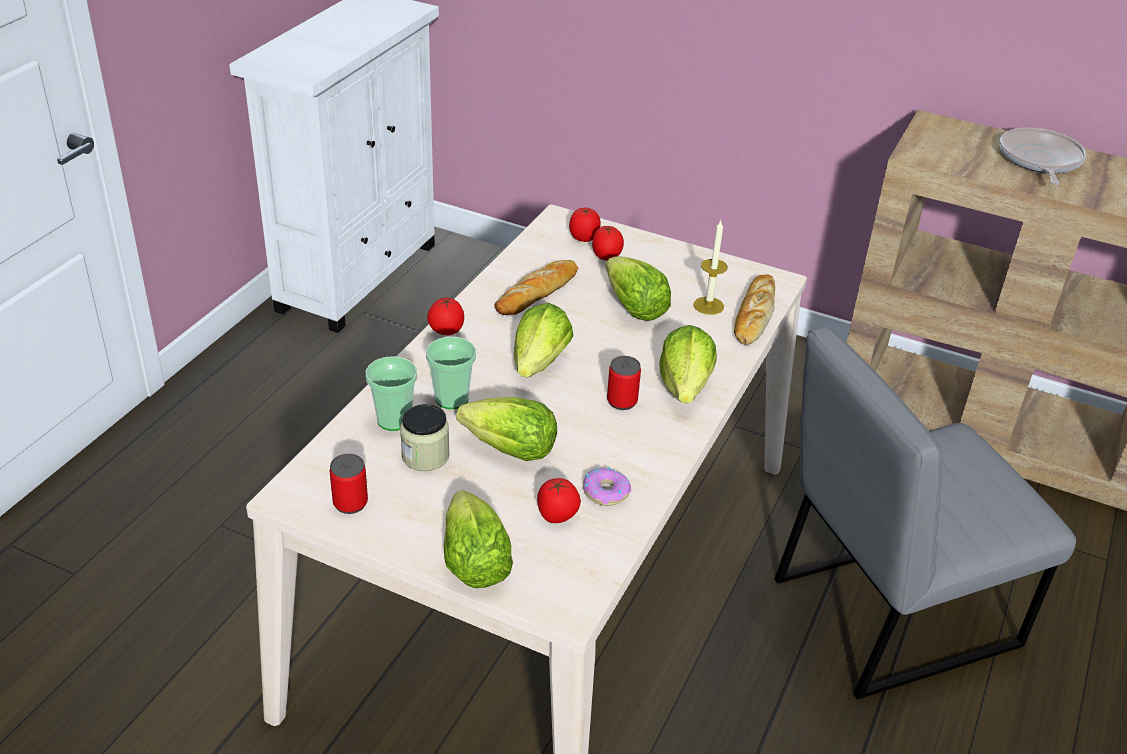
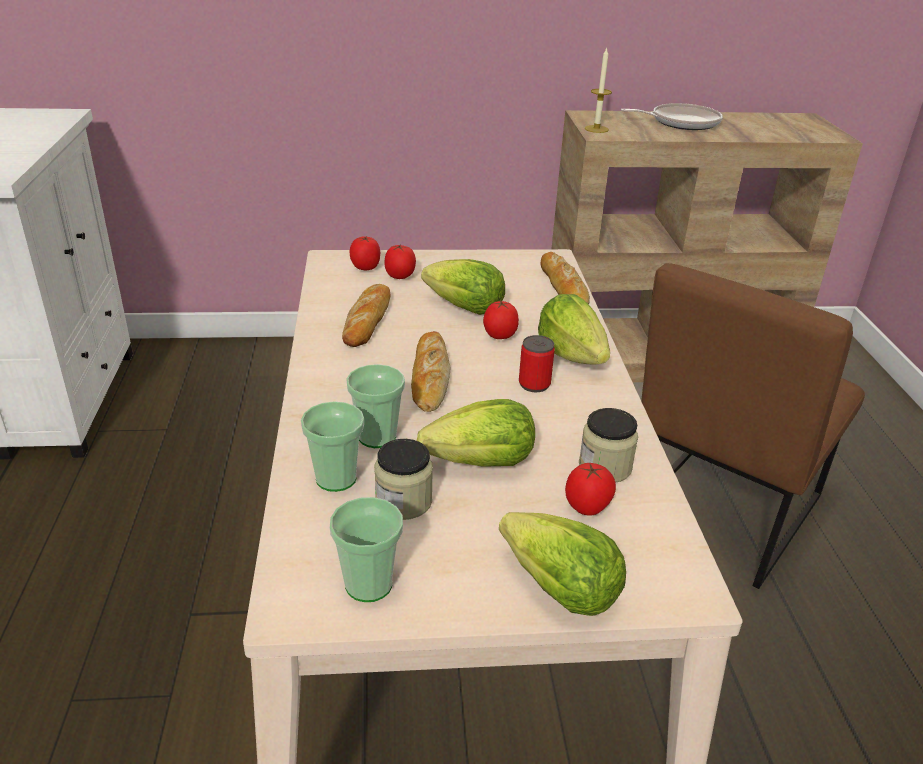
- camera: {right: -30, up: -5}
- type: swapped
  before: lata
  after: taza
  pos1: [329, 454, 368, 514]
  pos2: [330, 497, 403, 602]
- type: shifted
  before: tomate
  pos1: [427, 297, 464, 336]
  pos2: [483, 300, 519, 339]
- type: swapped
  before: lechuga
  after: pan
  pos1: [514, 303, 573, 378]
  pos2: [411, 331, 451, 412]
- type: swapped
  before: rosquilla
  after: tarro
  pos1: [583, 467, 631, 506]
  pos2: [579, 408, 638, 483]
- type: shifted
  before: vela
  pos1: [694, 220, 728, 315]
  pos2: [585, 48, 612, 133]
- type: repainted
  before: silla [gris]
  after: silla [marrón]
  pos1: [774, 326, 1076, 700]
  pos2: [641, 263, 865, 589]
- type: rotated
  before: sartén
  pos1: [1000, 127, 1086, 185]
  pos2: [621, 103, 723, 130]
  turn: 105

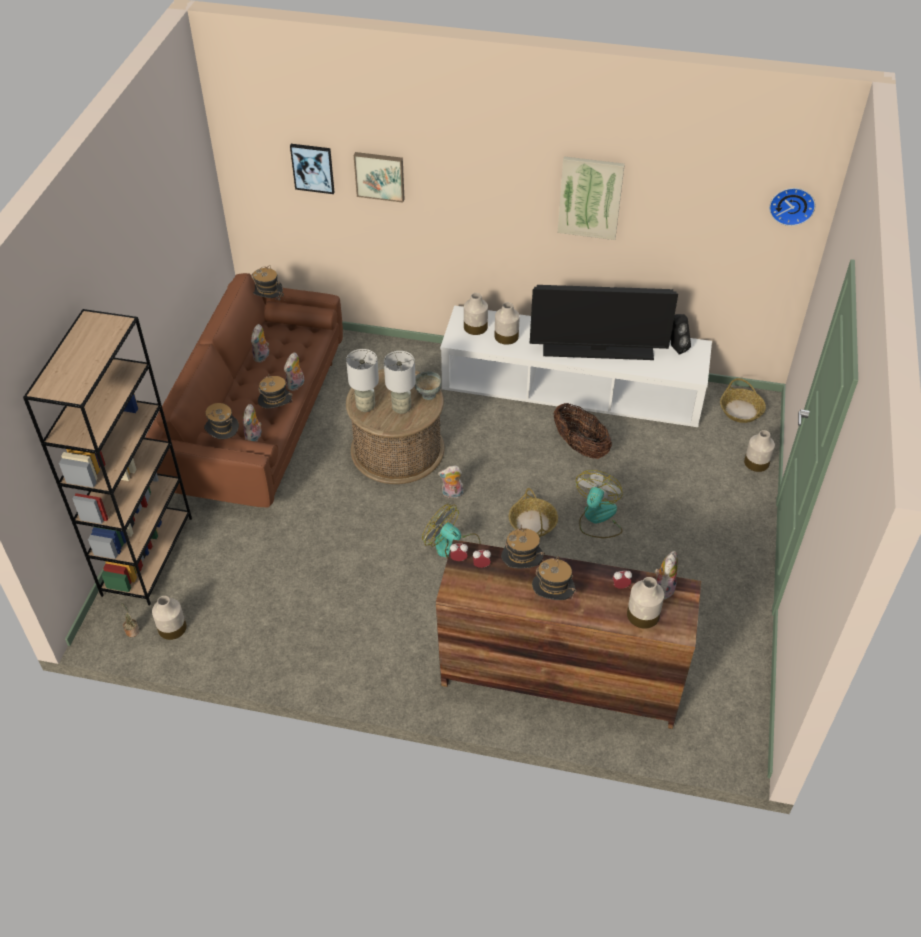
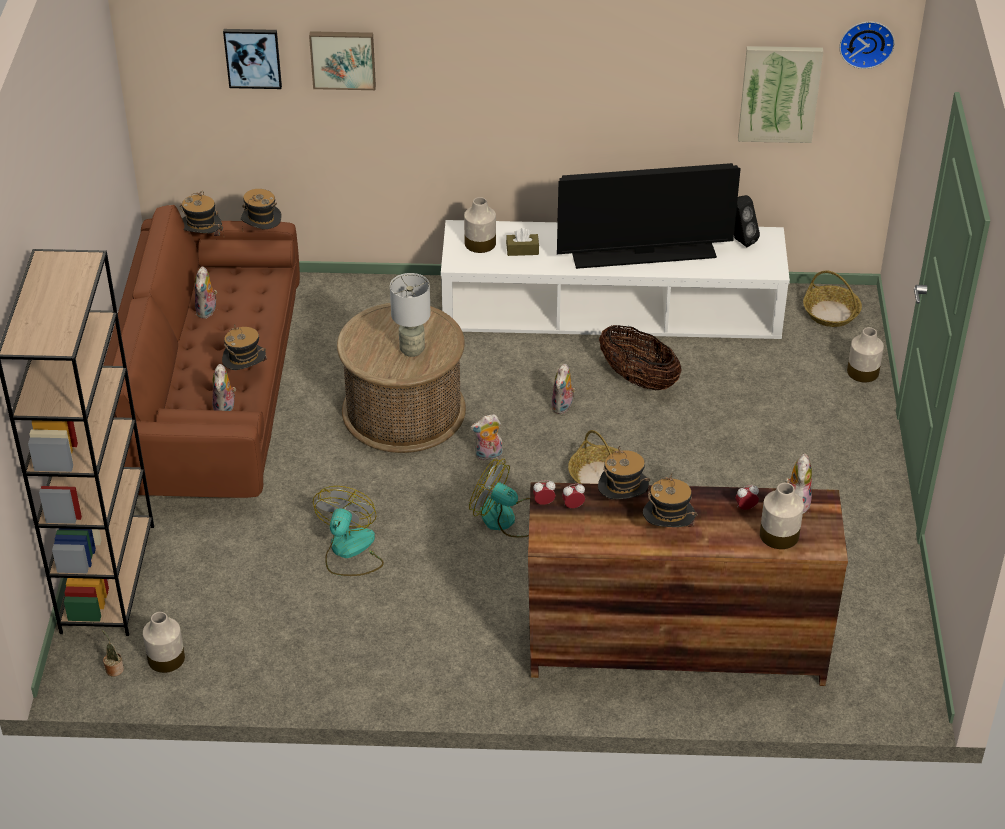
- camera: {right: -10, up: -5}
- type: shifted
  before: sombrero
  pos1: [204, 403, 239, 439]
  pos2: [241, 189, 281, 231]
- type: shifted
  before: peluche
  pos1: [284, 352, 304, 391]
  pos2: [551, 363, 576, 414]
- type: gone
  before: lámpara de mesa [gris]
  pos1: [346, 349, 379, 412]
- type: gone
  before: cuenco [gris]
  pos1: [415, 371, 441, 400]
- type: swapped
  before: florero [beis]
  after: caja de pañuelos [marrón]
  pos1: [494, 302, 520, 345]
  pos2: [506, 228, 539, 256]
- type: shifted
  before: cuadro
  pos1: [558, 156, 625, 240]
  pos2: [738, 46, 823, 143]
- type: shifted
  before: ventilador
  pos1: [576, 470, 622, 538]
  pos2: [313, 486, 384, 576]

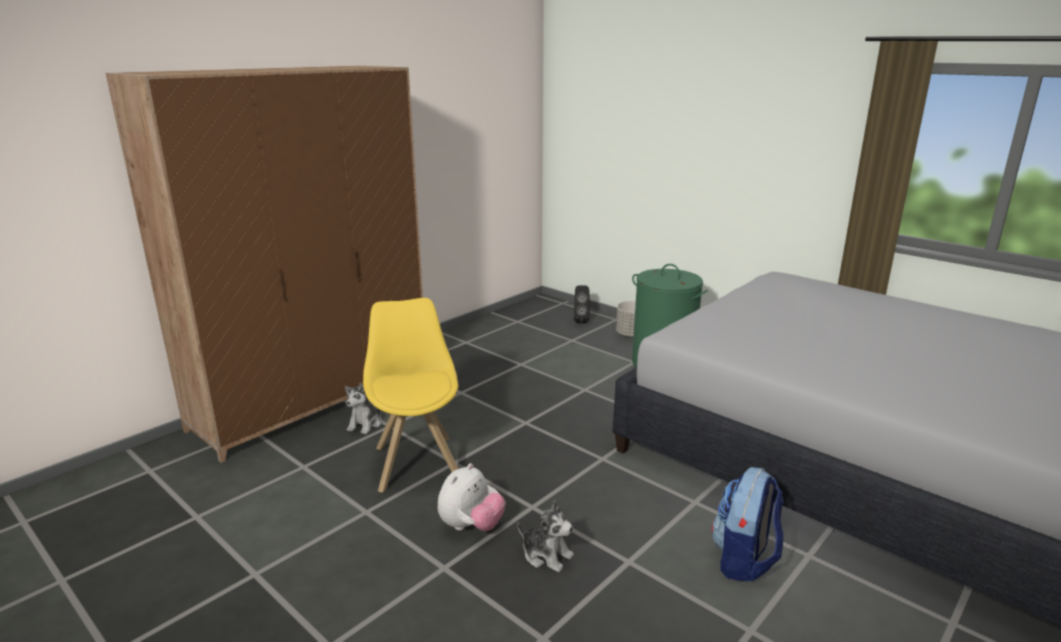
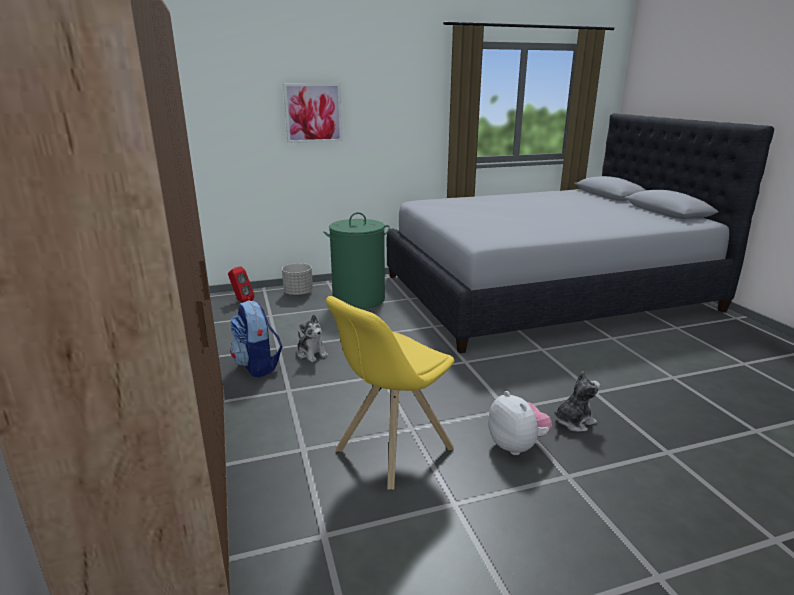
- camera: {right: -60, up: 0}
- type: shifted
  before: peluche
  pos1: [345, 383, 382, 434]
  pos2: [297, 315, 328, 363]
- type: rotated
  before: silla [amarillo]
  pos1: [363, 298, 459, 493]
  pos2: [326, 296, 454, 490]
  turn: -60
- type: repainted
  before: altavoz [negro]
  after: altavoz [rojo]
  pos1: [574, 285, 589, 323]
  pos2: [228, 266, 255, 302]
- type: shifted
  before: mochila
  pos1: [712, 467, 784, 581]
  pos2: [230, 300, 283, 378]
- type: new
  after: cuadro
  pos2: [283, 84, 342, 143]

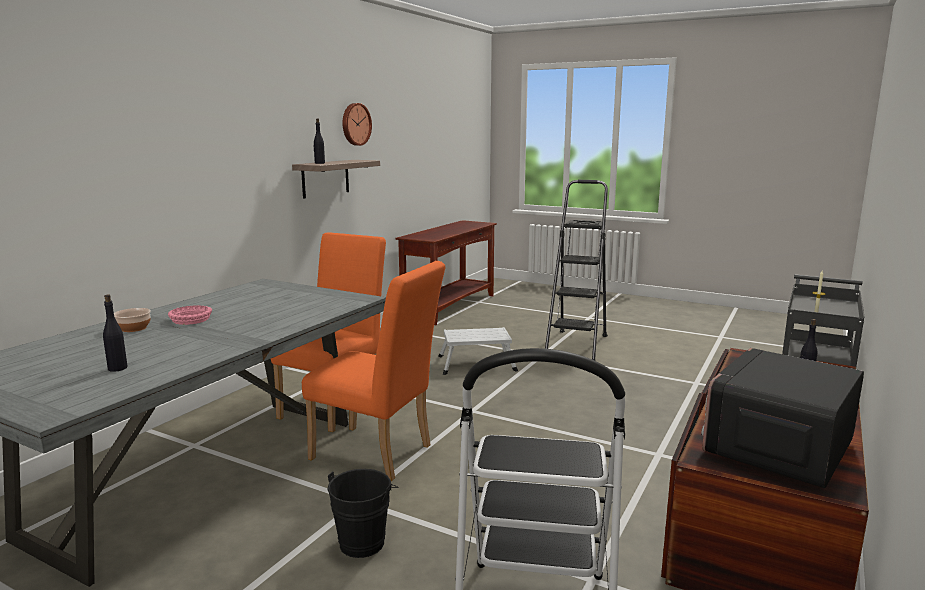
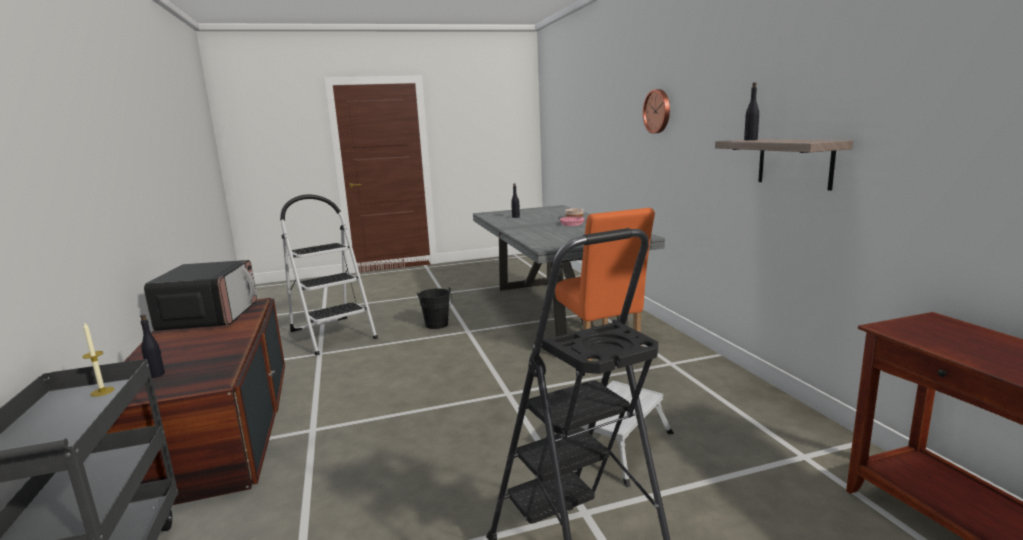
- camera: {right: 135, up: 0}
- type: gone
  before: silla [naranja]
  pos1: [302, 261, 446, 481]
- type: shifted
  before: reloj de pared
  pos1: [342, 103, 372, 146]
  pos2: [643, 89, 670, 133]

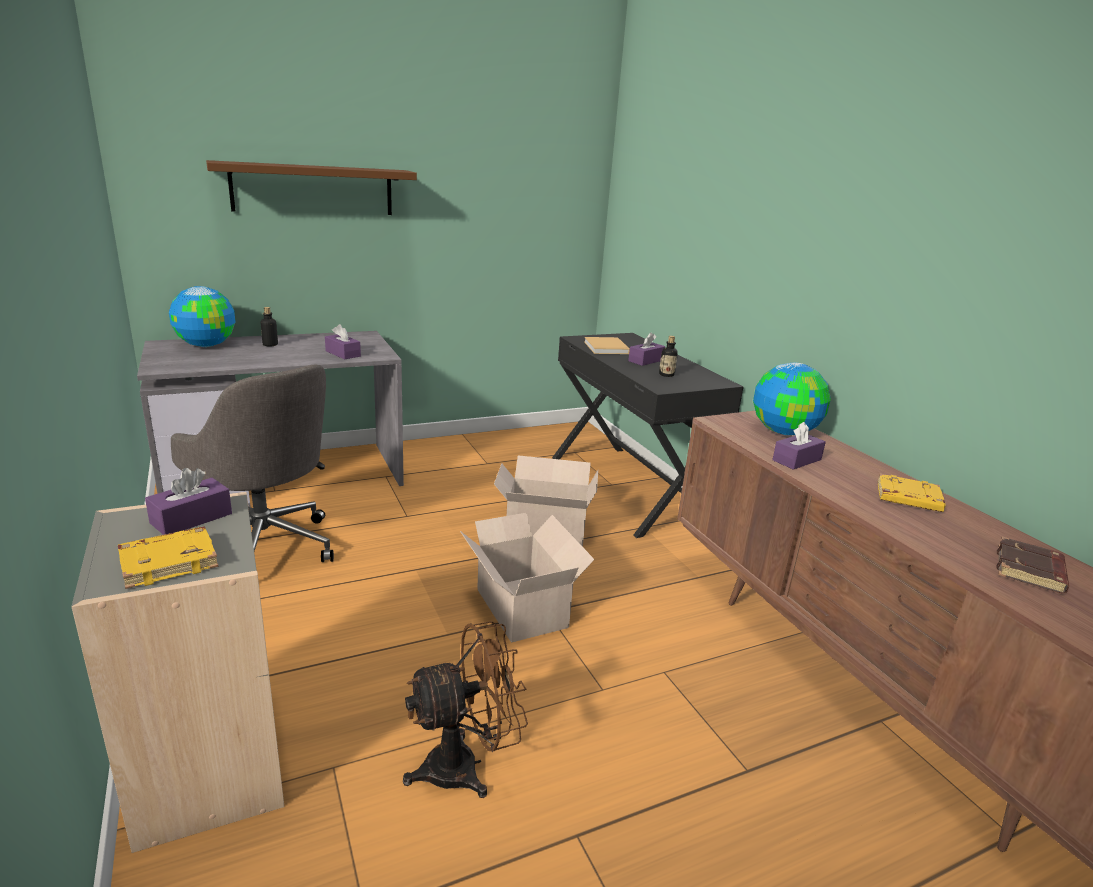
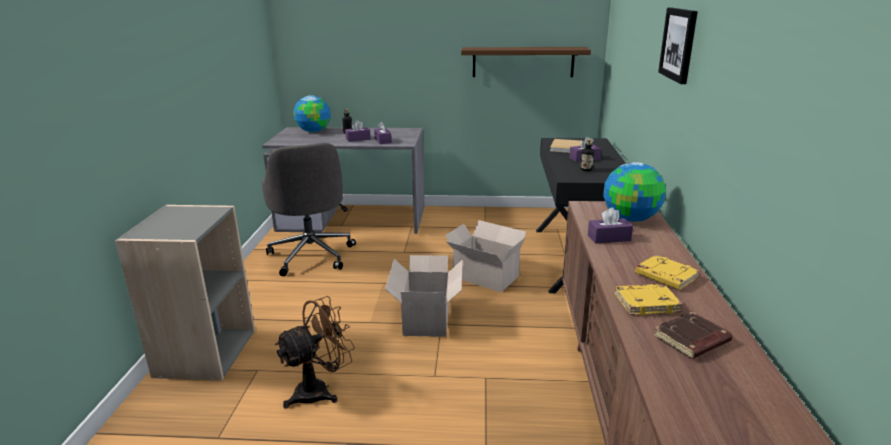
- camera: {right: 30, up: 0}
- type: shifted
  before: libro [amarillo]
  pos1: [118, 526, 218, 589]
  pos2: [614, 284, 683, 316]
- type: shifted
  before: caja de pañuelos [morado]
  pos1: [145, 468, 232, 535]
  pos2: [345, 120, 371, 142]
- type: shifted
  before: estante [marrón]
  pos1: [206, 160, 417, 215]
  pos2: [461, 47, 591, 77]
- type: rotated
  before: ventilador [marrón]
  pos1: [403, 621, 528, 798]
  pos2: [275, 296, 355, 409]
  turn: -45
- type: new
  after: cuadro
  pos2: [658, 8, 698, 84]

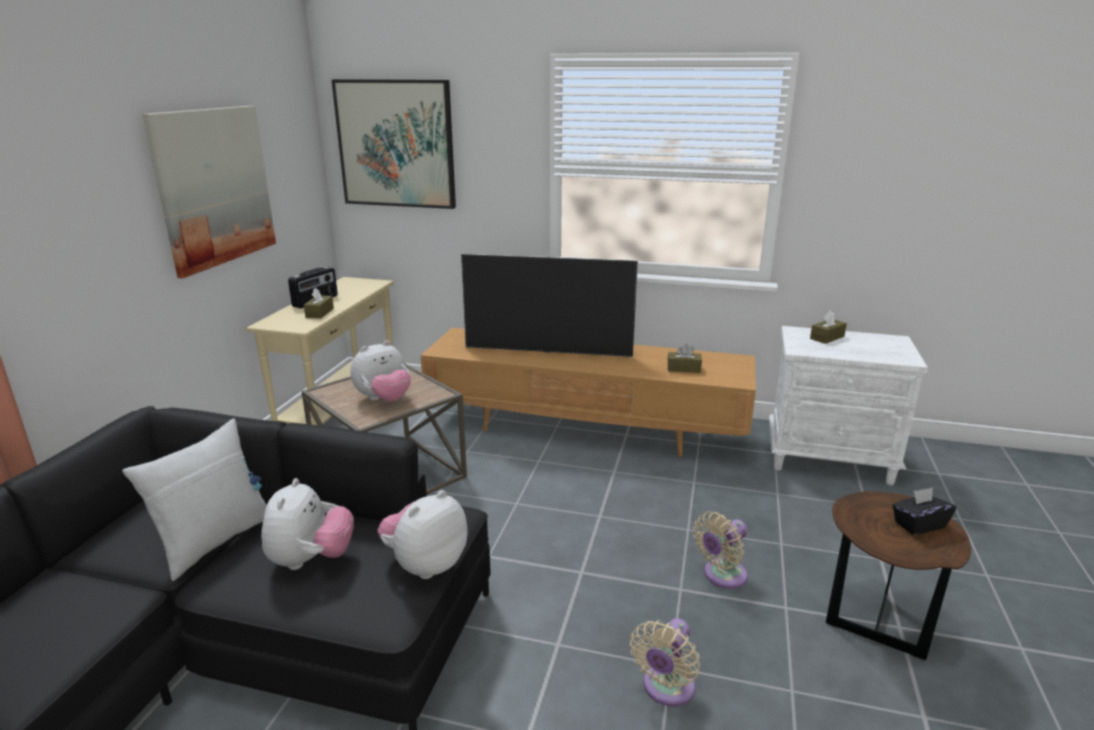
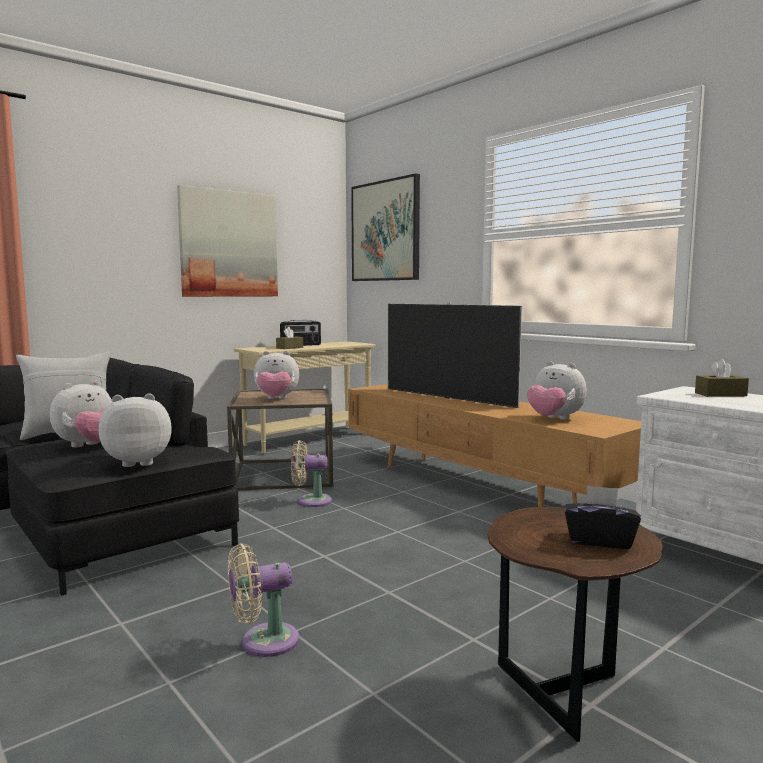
- camera: {right: 35, up: -15}
- type: swapped
  before: caja de pañuelos [marrón]
  after: peluche
  pos1: [668, 344, 702, 373]
  pos2: [527, 361, 587, 420]
- type: shifted
  before: ventilador [beis]
  pos1: [693, 512, 748, 589]
  pos2: [291, 440, 332, 507]

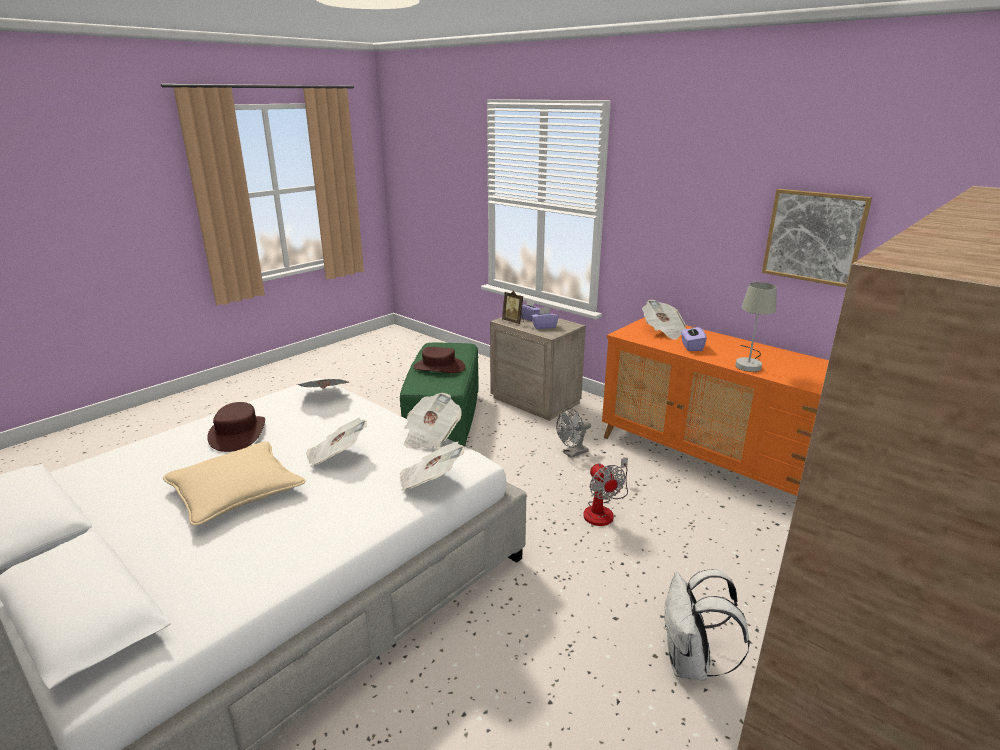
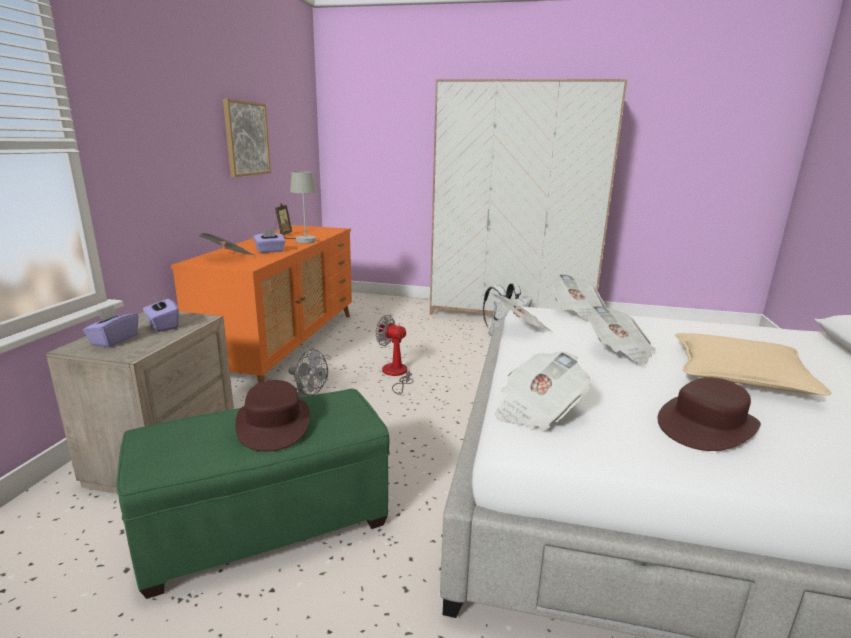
- camera: {right: -120, up: -5}
- type: shifted
  before: portarretratos
  pos1: [502, 291, 524, 324]
  pos2: [274, 203, 292, 235]
- type: rotated
  before: ventilador
  pos1: [583, 458, 628, 526]
  pos2: [376, 315, 414, 395]
  turn: -105

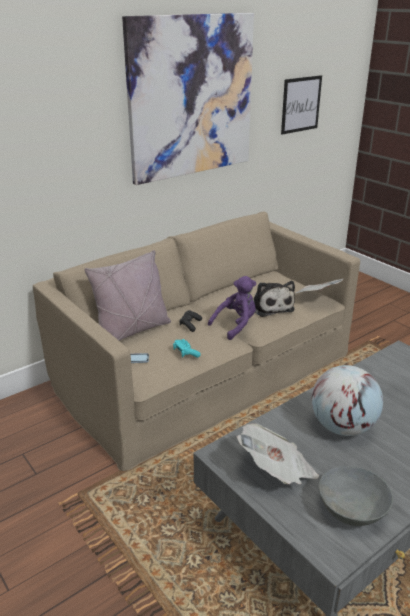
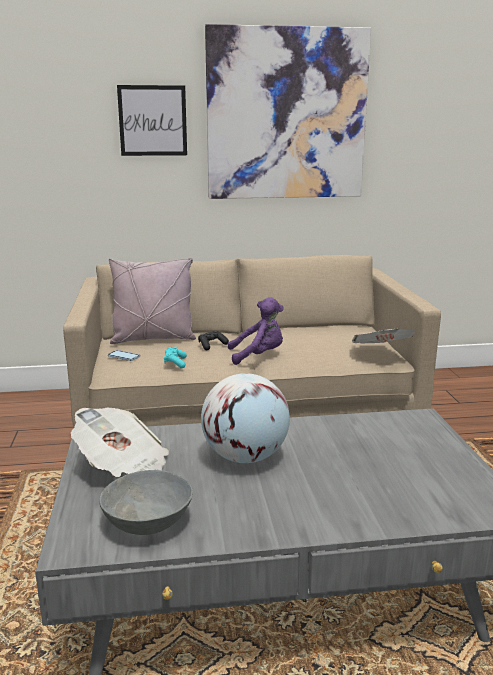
- camera: {right: 30, up: -10}
- type: gone
  before: peluche
  pos1: [253, 281, 295, 317]
- type: shifted
  before: cuadro
  pos1: [281, 75, 322, 134]
  pos2: [117, 85, 187, 156]

